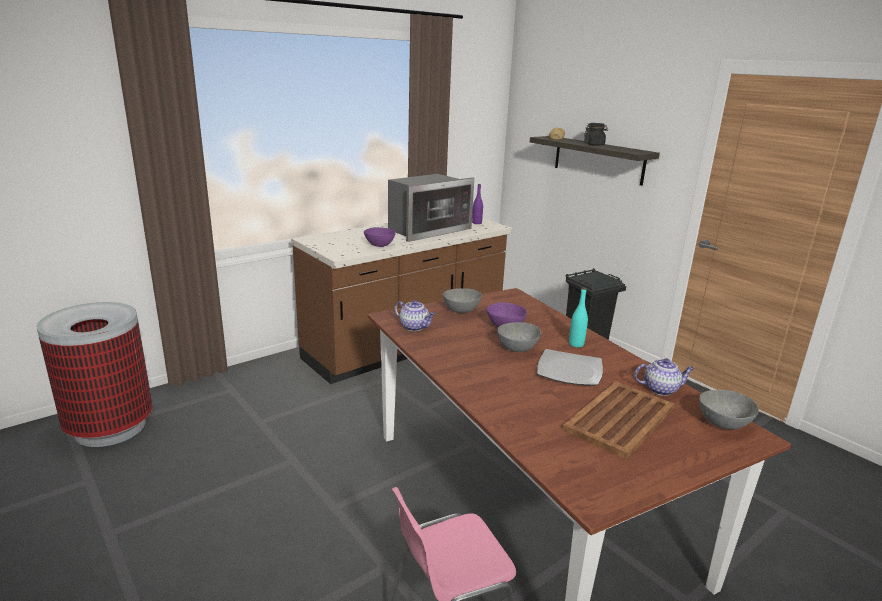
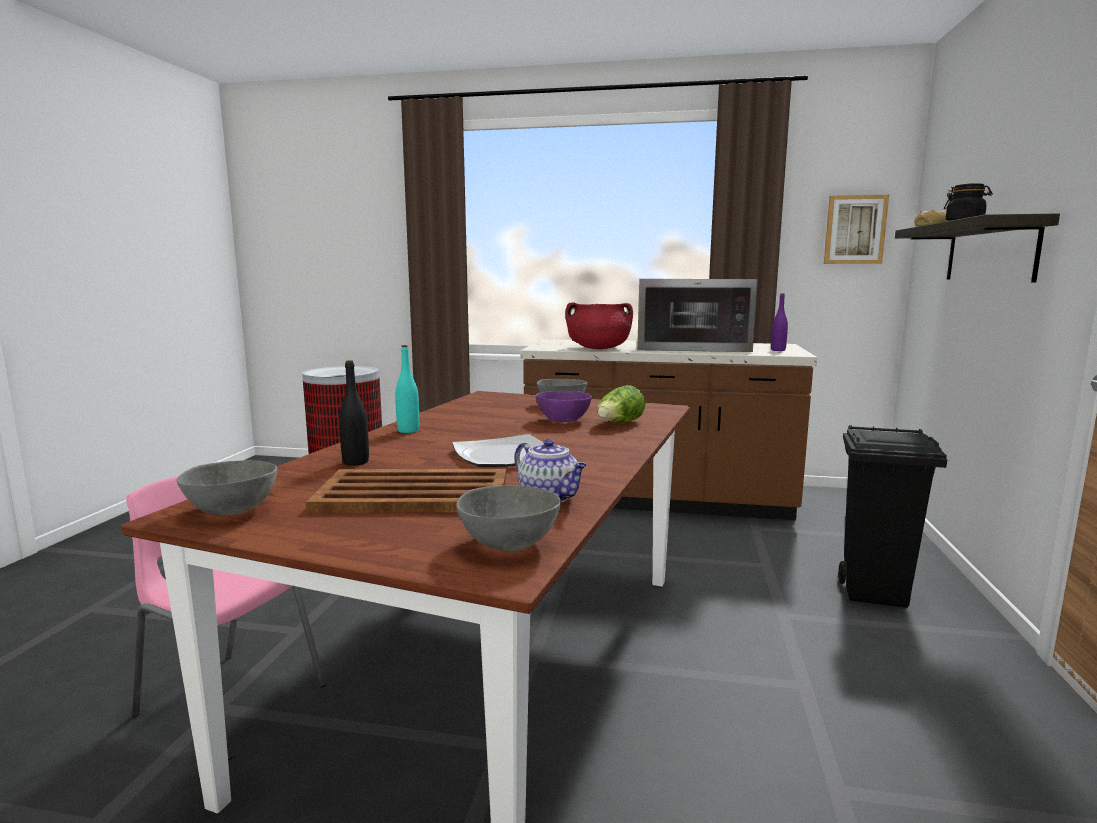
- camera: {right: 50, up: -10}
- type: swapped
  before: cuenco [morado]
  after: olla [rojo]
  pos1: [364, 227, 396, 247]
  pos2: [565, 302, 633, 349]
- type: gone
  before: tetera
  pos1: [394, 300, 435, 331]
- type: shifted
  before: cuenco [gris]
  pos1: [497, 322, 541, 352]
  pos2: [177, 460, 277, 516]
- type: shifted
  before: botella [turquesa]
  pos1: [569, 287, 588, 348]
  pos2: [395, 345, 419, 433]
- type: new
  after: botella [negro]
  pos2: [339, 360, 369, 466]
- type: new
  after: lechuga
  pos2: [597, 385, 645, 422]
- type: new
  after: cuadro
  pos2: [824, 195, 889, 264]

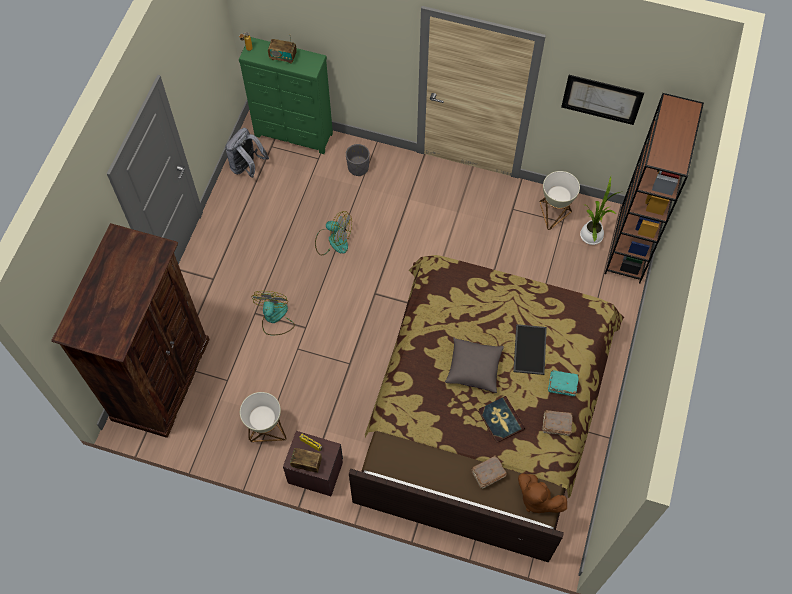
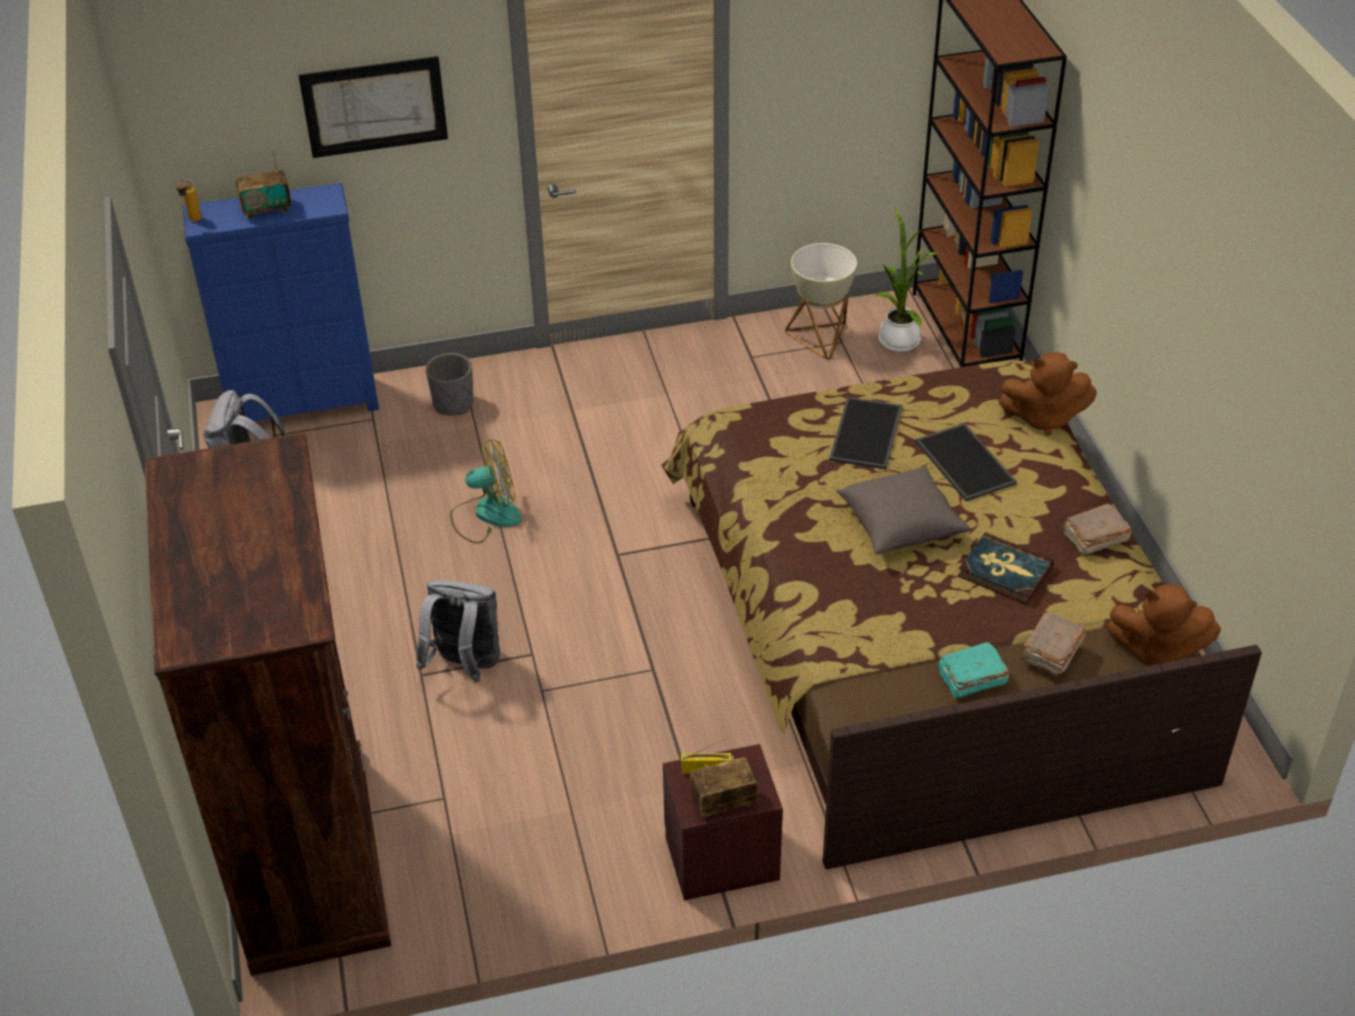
- camera: {right: -30, up: -20}
- type: repainted
  before: cómoda [verde]
  after: cómoda [azul]
  pos1: [239, 37, 333, 154]
  pos2: [183, 183, 379, 421]
- type: gone
  before: maceta
  pos1: [240, 392, 287, 442]
- type: swapped
  before: ventilador
  after: mochila [gris]
  pos1: [251, 291, 295, 335]
  pos2: [416, 579, 500, 683]
- type: shifted
  before: libro [turquesa]
  pos1: [547, 370, 579, 396]
  pos2: [937, 642, 1009, 698]
- type: shifted
  before: cuadro
  pos1: [561, 75, 644, 125]
  pos2: [298, 56, 448, 158]
- type: new
  after: bandeja
  pos2: [829, 397, 903, 470]
- type: new
  after: peluche [marrón]
  pos2: [998, 352, 1097, 436]

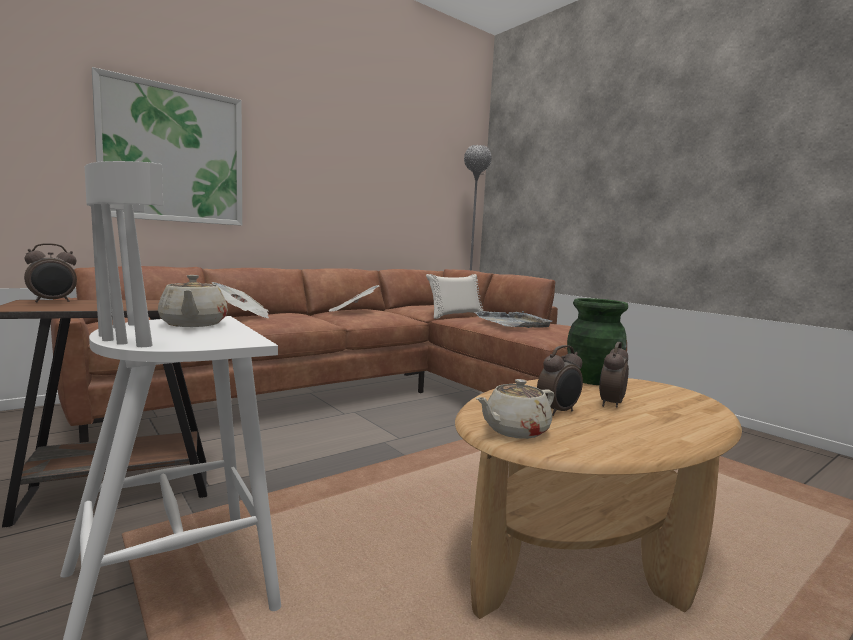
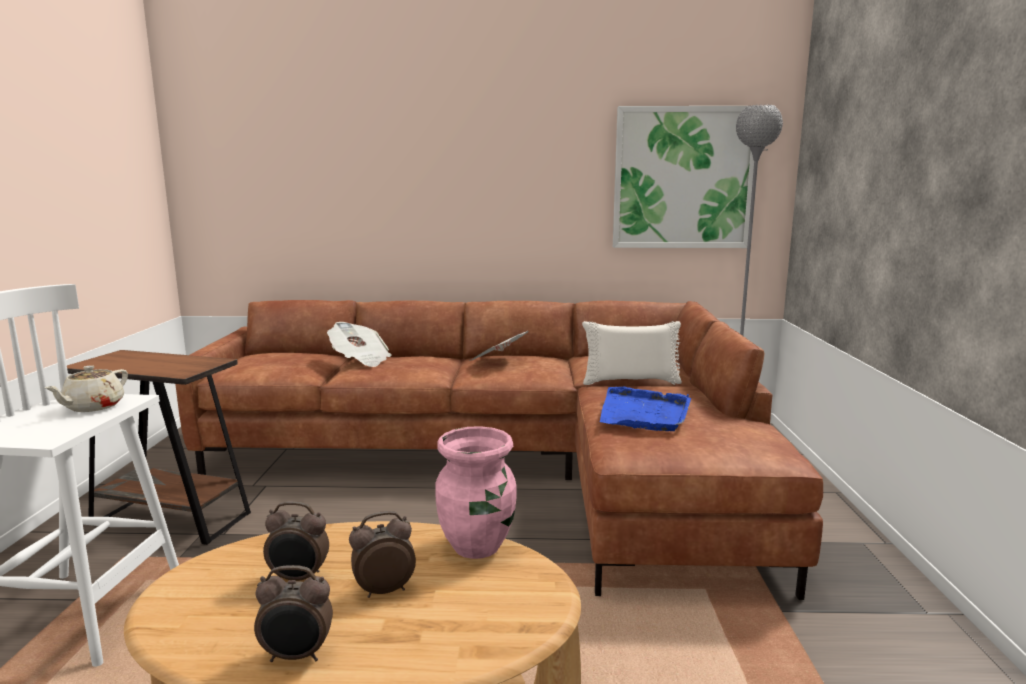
- camera: {right: 40, up: 5}
- type: shifted
  before: despertador
  pos1: [24, 243, 77, 302]
  pos2: [254, 565, 333, 662]
- type: shifted
  before: cuadro
  pos1: [92, 67, 242, 226]
  pos2: [613, 106, 754, 248]
- type: repainted
  before: bandeja [gris]
  after: bandeja [azul]
  pos1: [474, 311, 552, 328]
  pos2: [600, 387, 691, 431]
- type: gone
  before: tetera [beis]
  pos1: [476, 379, 554, 439]
- type: repainted
  before: florero [verde]
  after: florero [rosa]
  pos1: [567, 298, 628, 385]
  pos2: [435, 426, 517, 559]

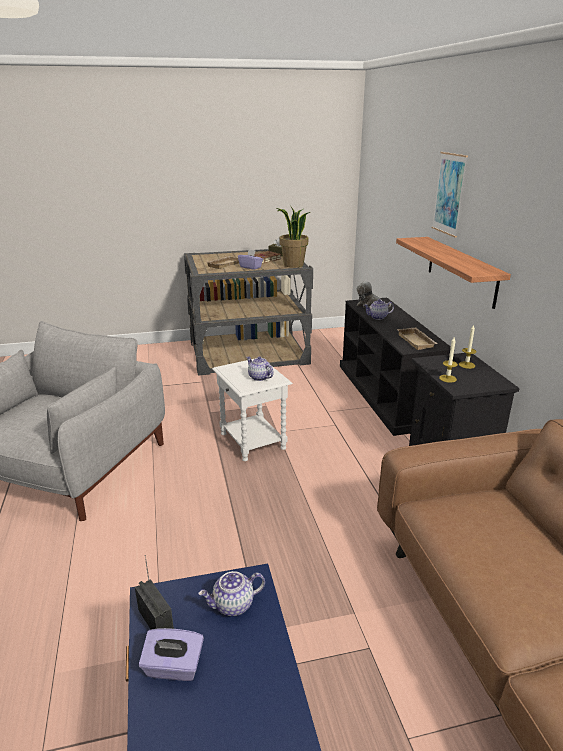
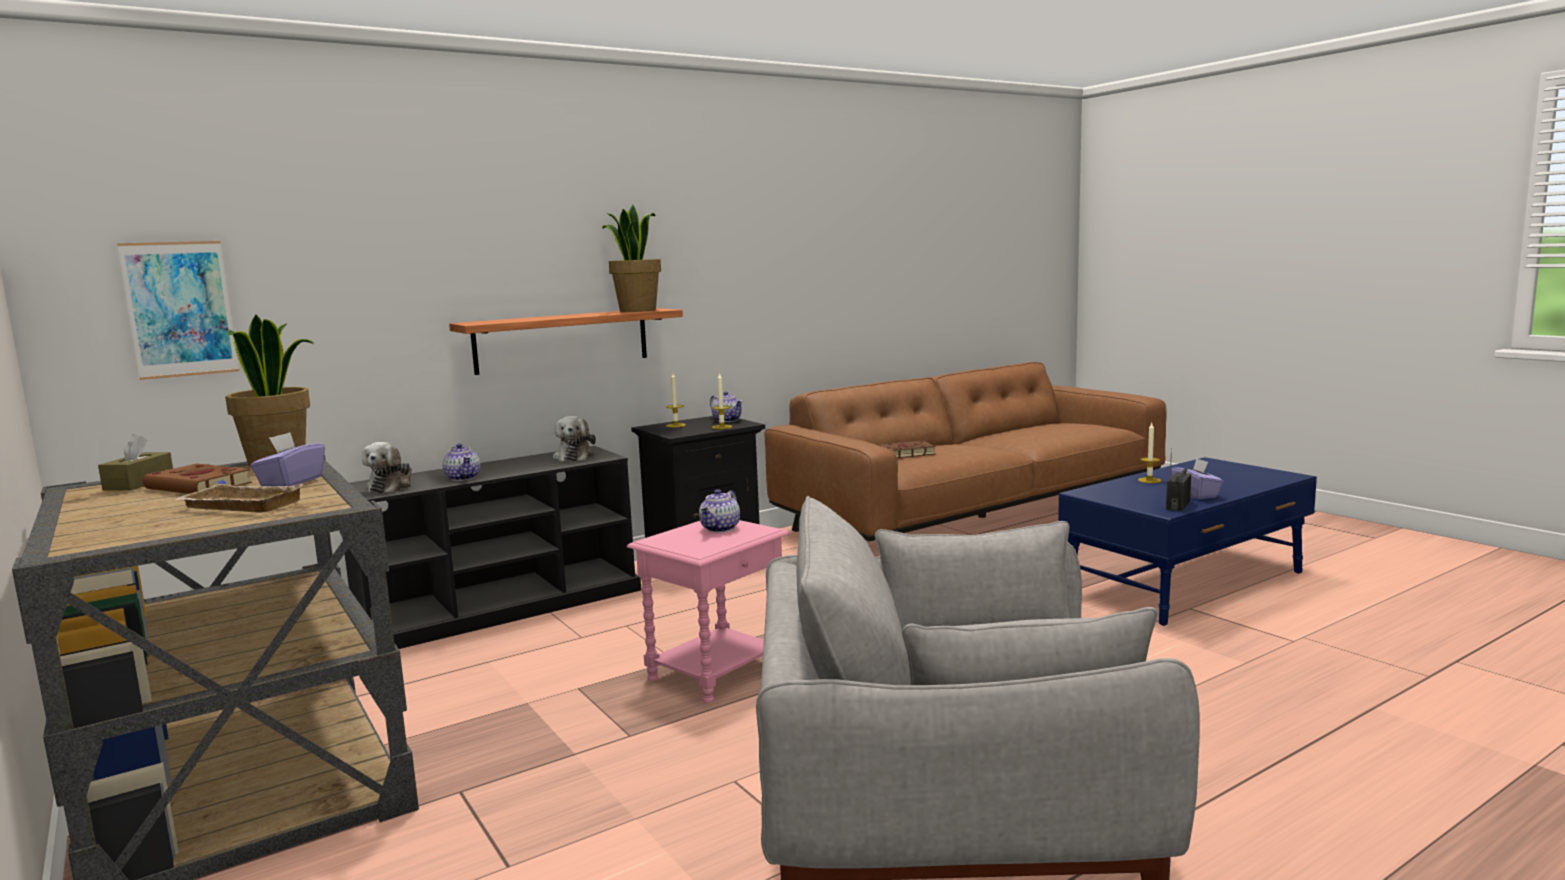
- camera: {right: -110, up: -15}
- type: shifted
  before: tetera
  pos1: [198, 571, 265, 616]
  pos2: [710, 391, 743, 422]
- type: repainted
  before: mesa auxiliar [blanco]
  after: mesa auxiliar [rosa]
  pos1: [212, 359, 293, 461]
  pos2: [627, 520, 790, 703]
- type: swapped
  before: bandeja [beis]
  after: peluche
  pos1: [397, 327, 438, 350]
  pos2: [553, 416, 596, 462]
- type: shifted
  before: cuadro
  pos1: [432, 152, 468, 238]
  pos2: [117, 241, 239, 380]
- type: new
  after: planta en maceta
  pos2: [602, 205, 661, 312]
- type: new
  after: libro [marrón]
  pos2: [878, 441, 936, 458]
- type: new
  after: vela
  pos2: [1138, 423, 1161, 483]

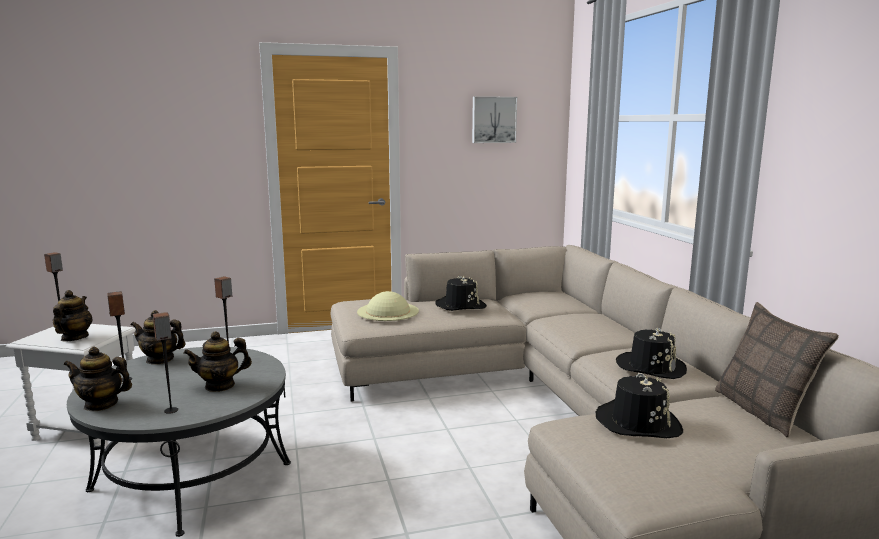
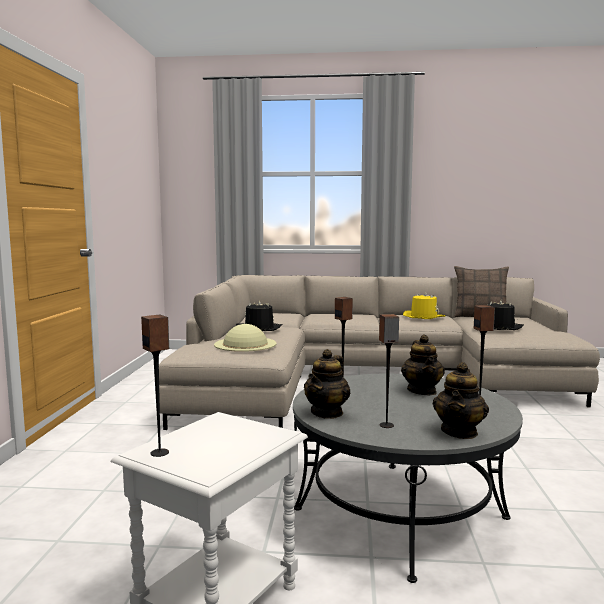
- camera: {right: -70, up: -5}
- type: gone
  before: tetera
  pos1: [53, 290, 93, 342]
- type: gone
  before: cuadro
  pos1: [472, 96, 517, 143]
- type: repainted
  before: sombrero [negro]
  after: sombrero [amarillo]
  pos1: [616, 328, 687, 379]
  pos2: [403, 293, 445, 319]

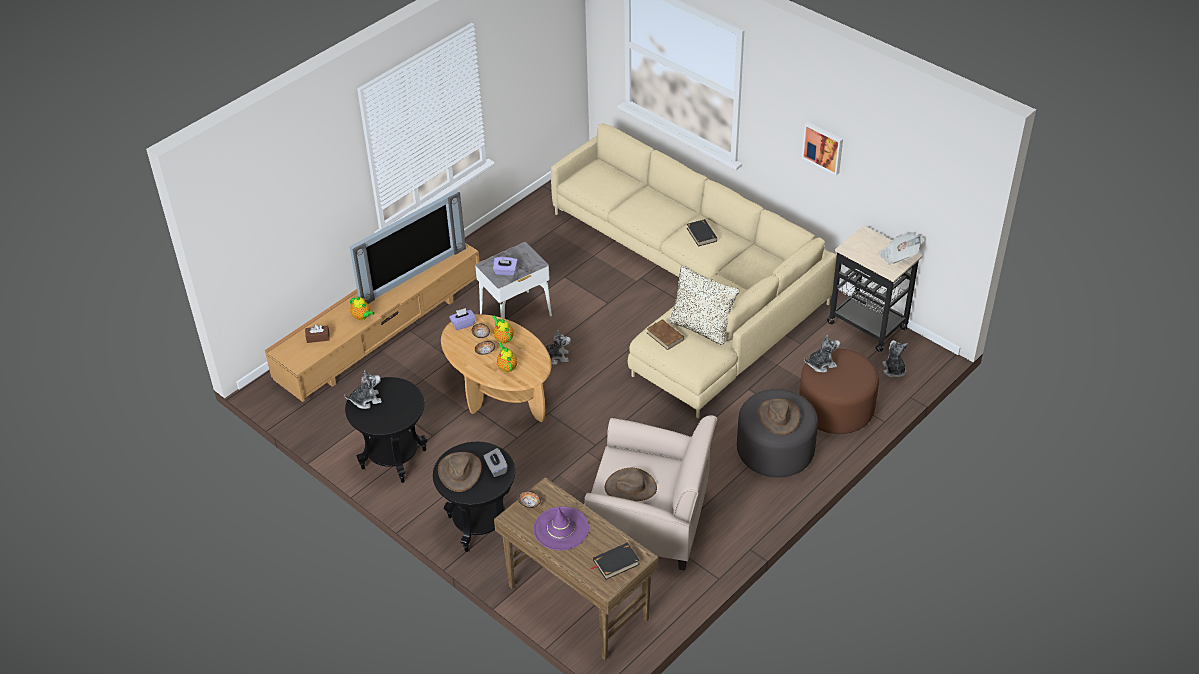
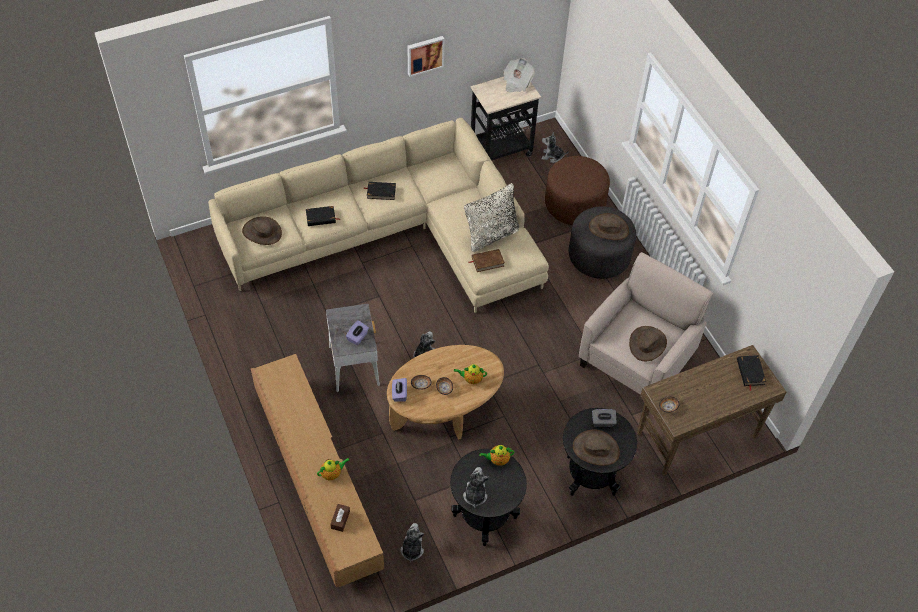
- camera: {right: -70, up: 10}
- type: gone
  before: televisor
  pos1: [350, 190, 466, 304]
- type: shifted
  before: tetera
  pos1: [492, 315, 514, 344]
  pos2: [479, 445, 514, 466]
- type: gone
  before: sombrero [morado]
  pos1: [534, 506, 589, 550]
- type: shifted
  before: peluche
  pos1: [804, 335, 840, 372]
  pos2: [401, 523, 425, 563]
- type: new
  after: sombrero [marrón]
  pos2: [242, 216, 282, 245]
- type: new
  after: libro [negro]
  pos2: [306, 206, 340, 226]

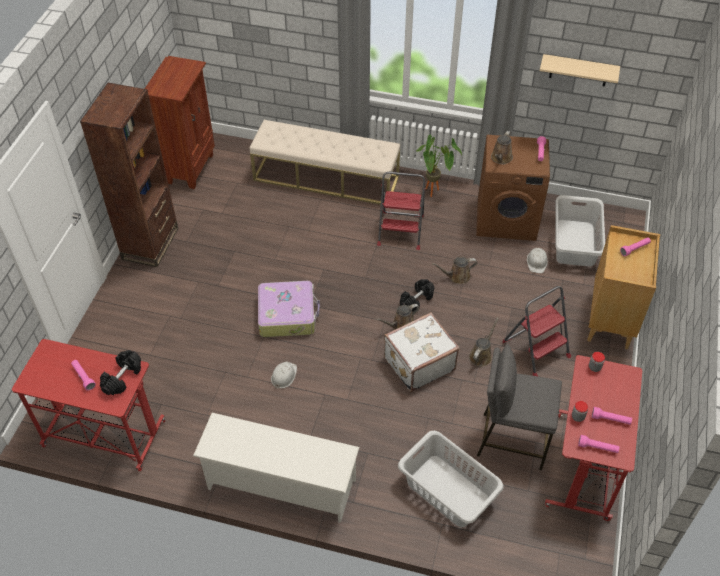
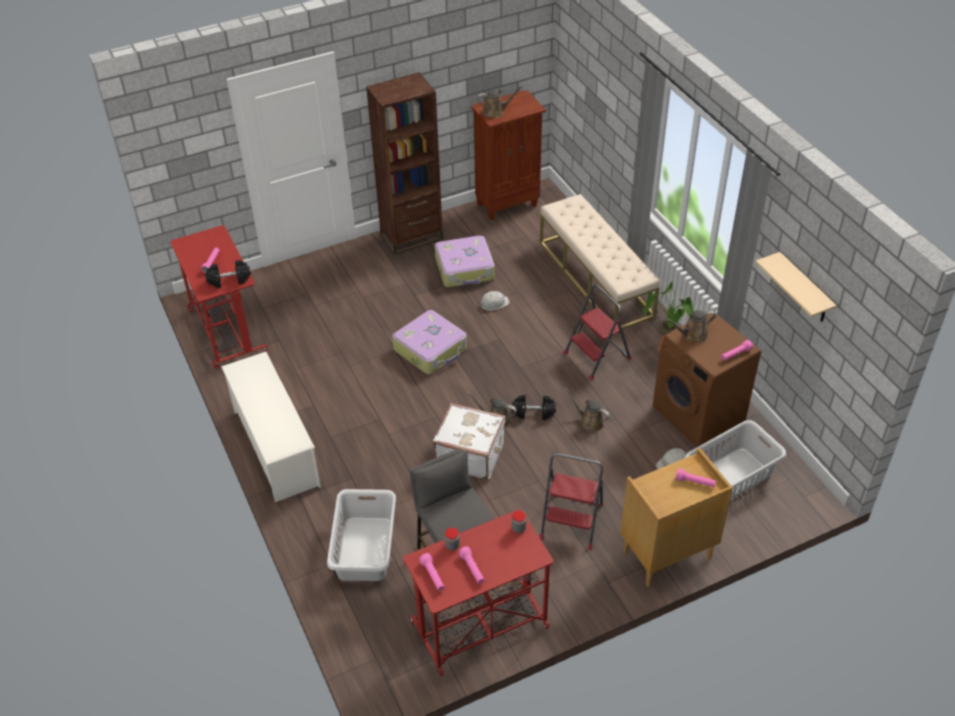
- camera: {right: 50, up: -5}
- type: shifted
  before: casco [blanco]
  pos1: [271, 362, 297, 388]
  pos2: [479, 291, 510, 311]
- type: shifted
  before: regadera [marrón]
  pos1: [469, 317, 499, 367]
  pos2: [477, 85, 523, 118]
- type: new
  after: maleta
  pos2: [435, 236, 495, 287]

